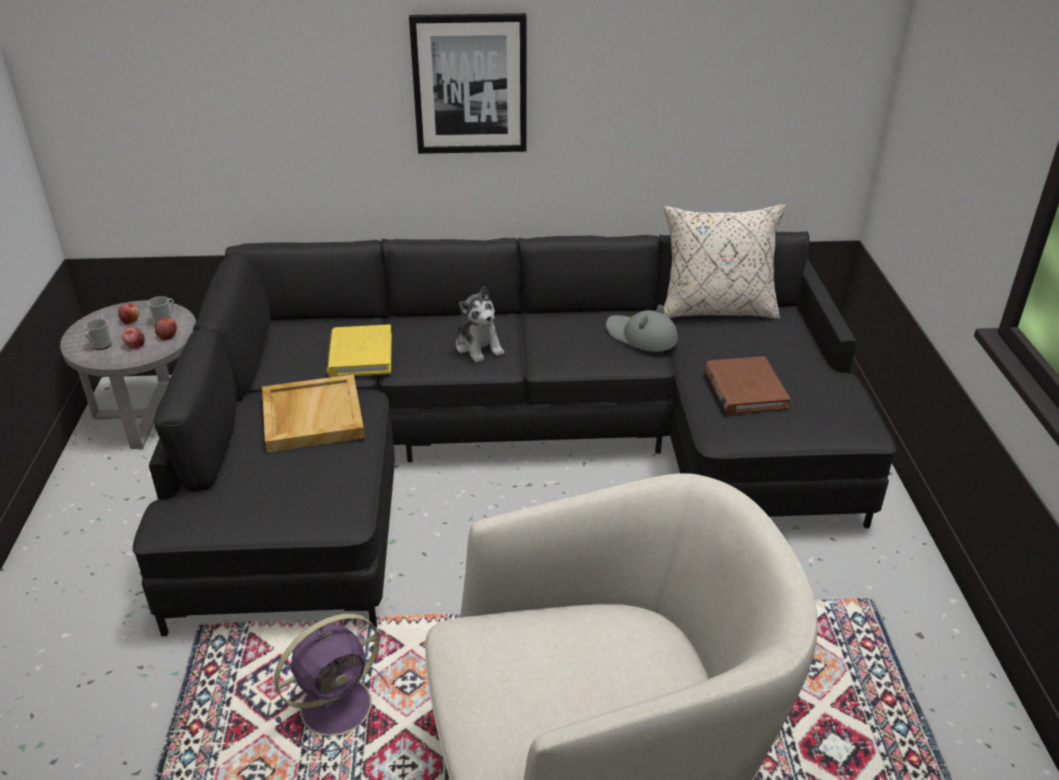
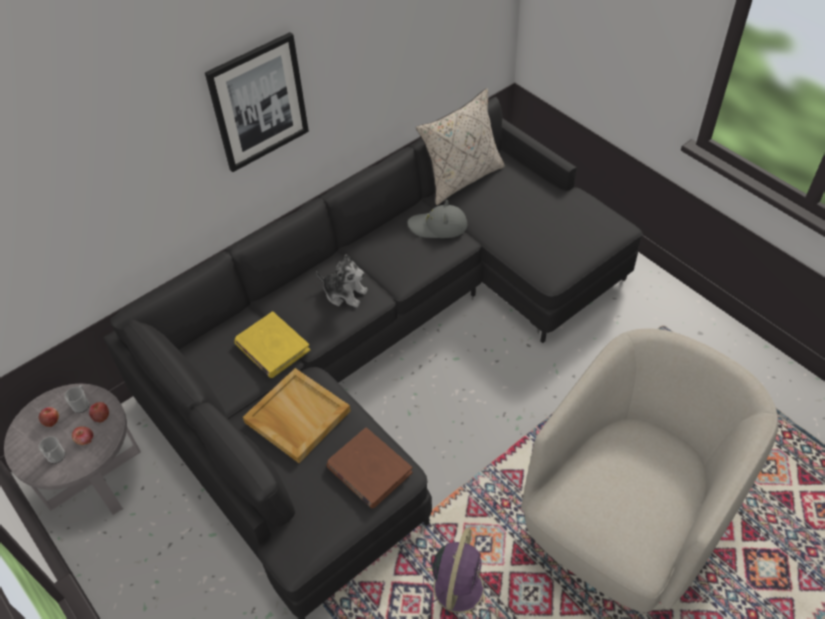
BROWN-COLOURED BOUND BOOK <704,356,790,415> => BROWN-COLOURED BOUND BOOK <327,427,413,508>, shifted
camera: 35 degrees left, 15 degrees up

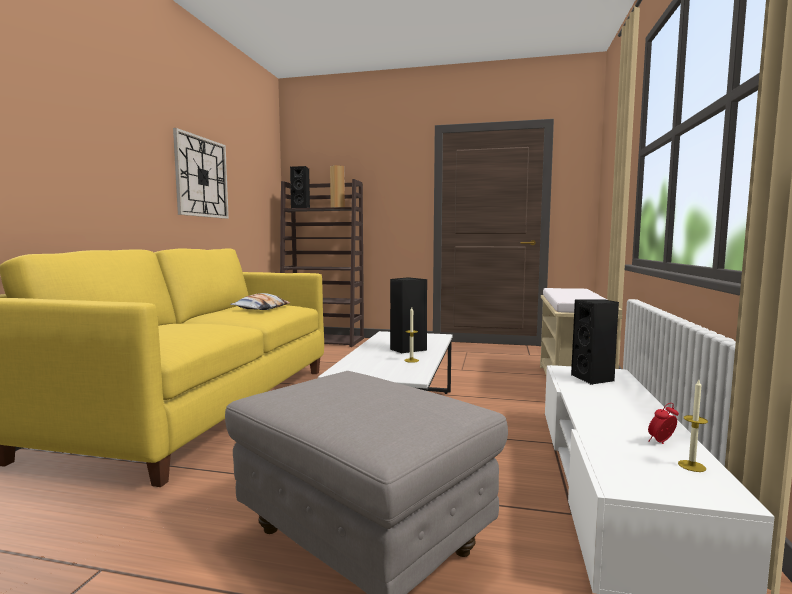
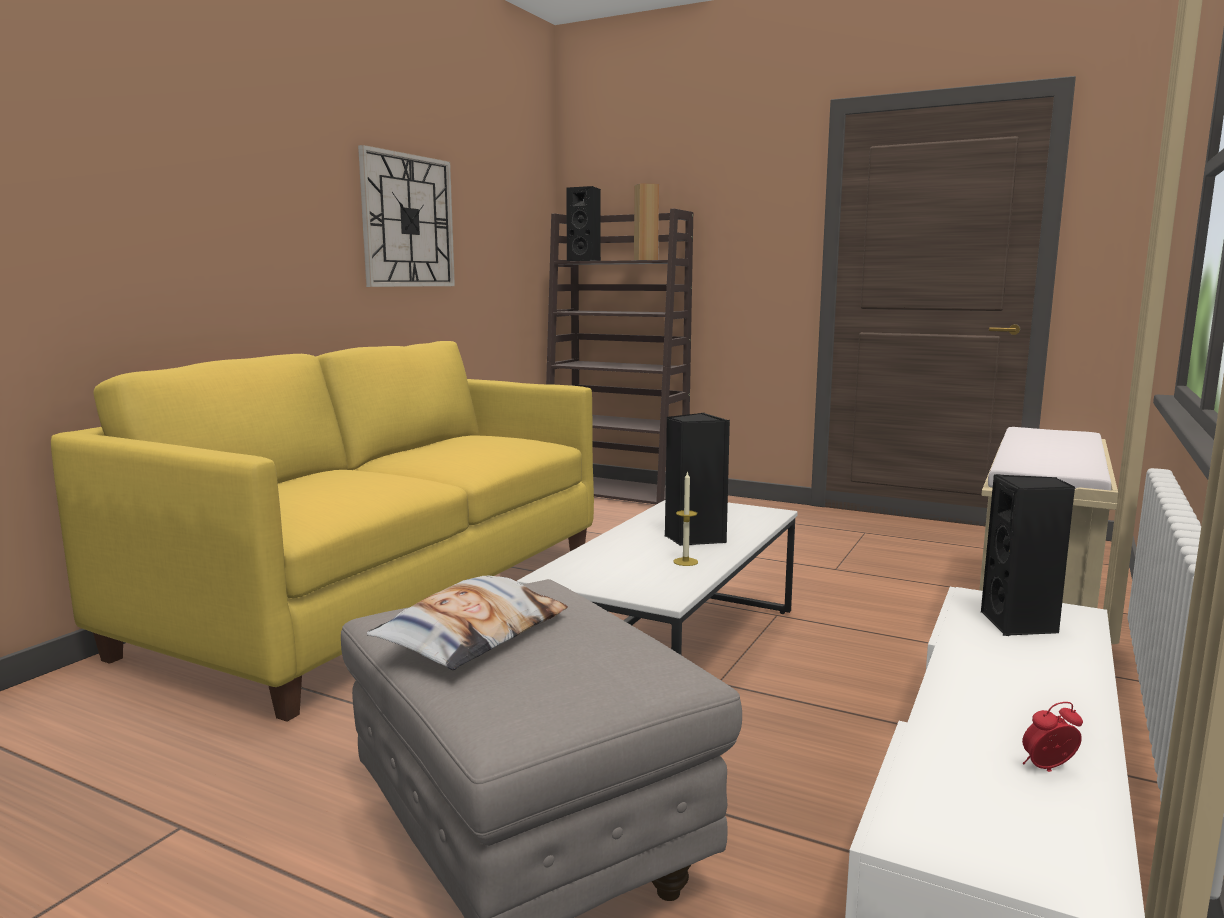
CUSHION <230,293,291,310> => CUSHION <366,575,568,670>, shifted
WAX LIGHT <678,380,708,472> => nothing
camera: 15 degrees right, 5 degrees up

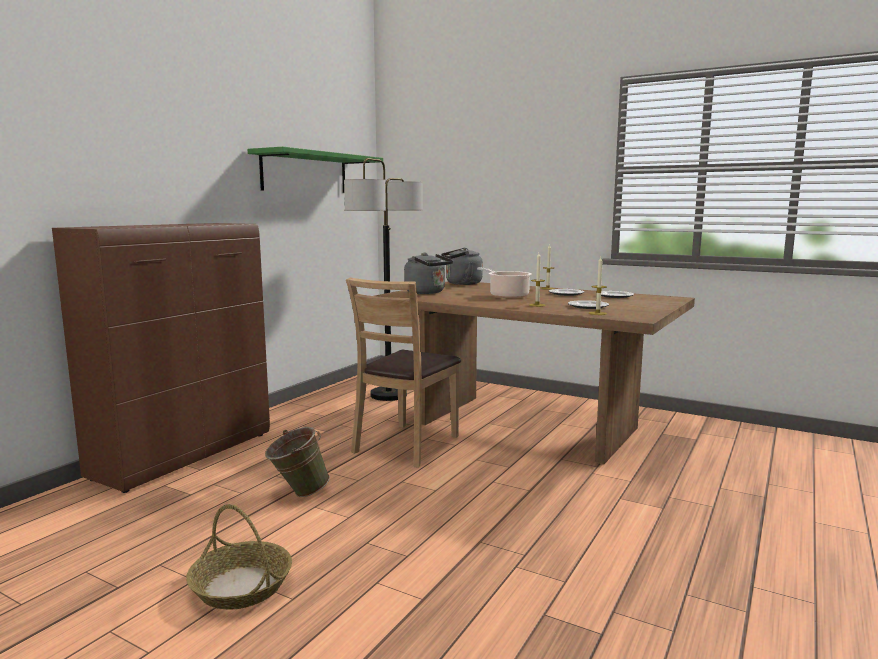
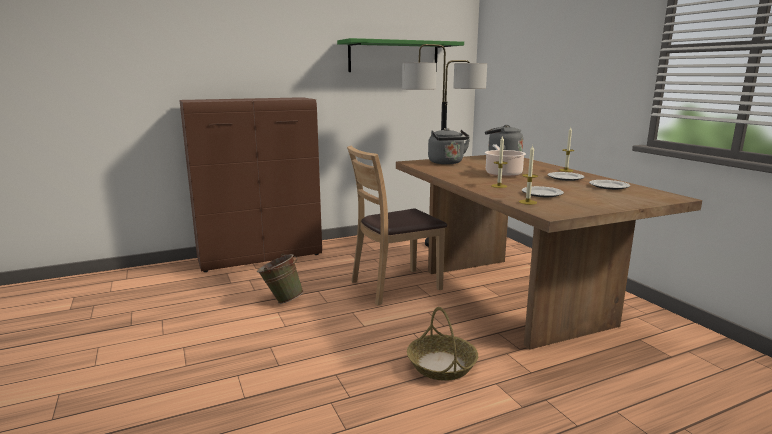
BASKET <186,504,292,610> => BASKET <407,307,478,381>, shifted
camera: 35 degrees right, 5 degrees up

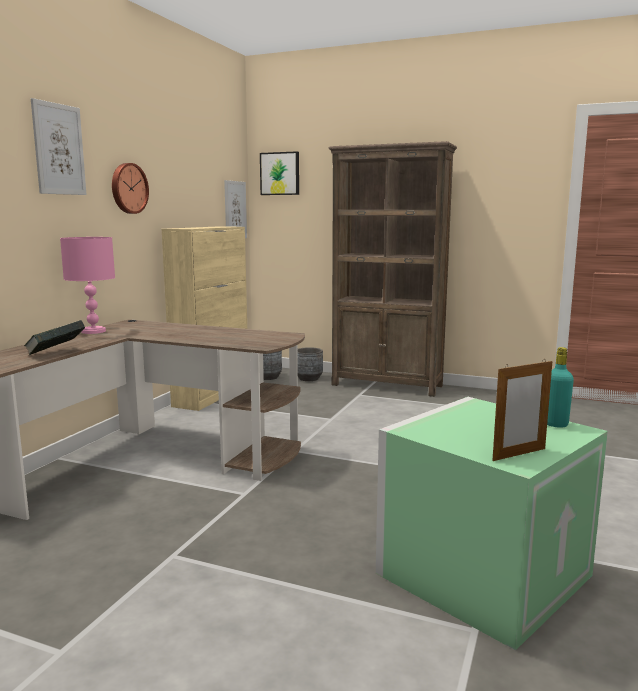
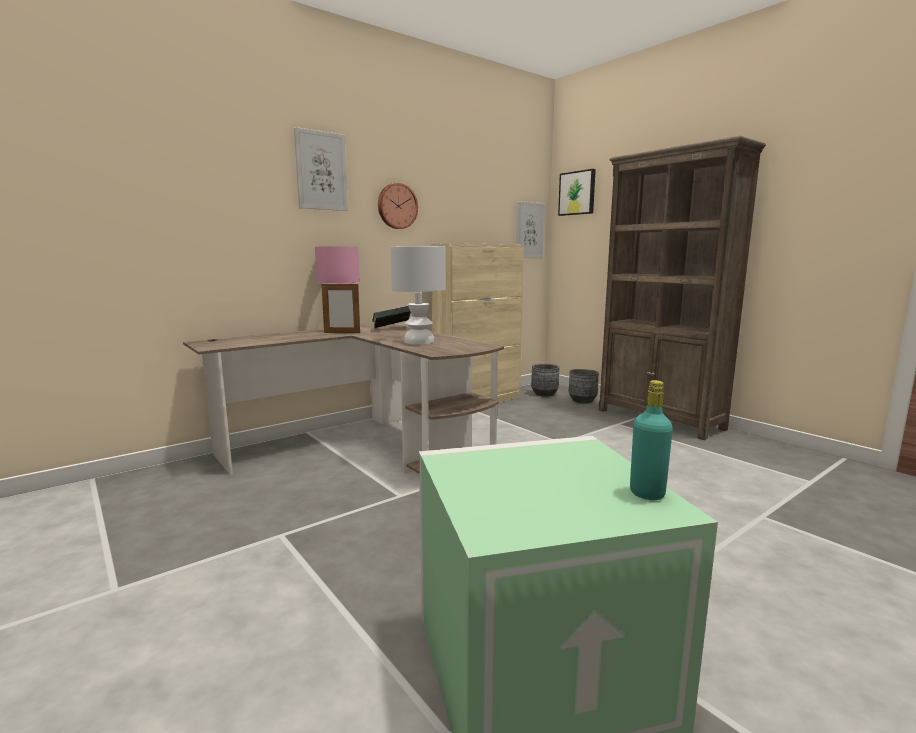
BOUND BOOK <24,320,85,355> => BOUND BOOK <372,306,411,329>, shifted
STANDING FRAME <492,359,552,461> => STANDING FRAME <321,282,360,333>, shifted
nothing => WHITE-COLOURED TABLE LAMP <391,246,446,344>
camera: 30 degrees right, 0 degrees up

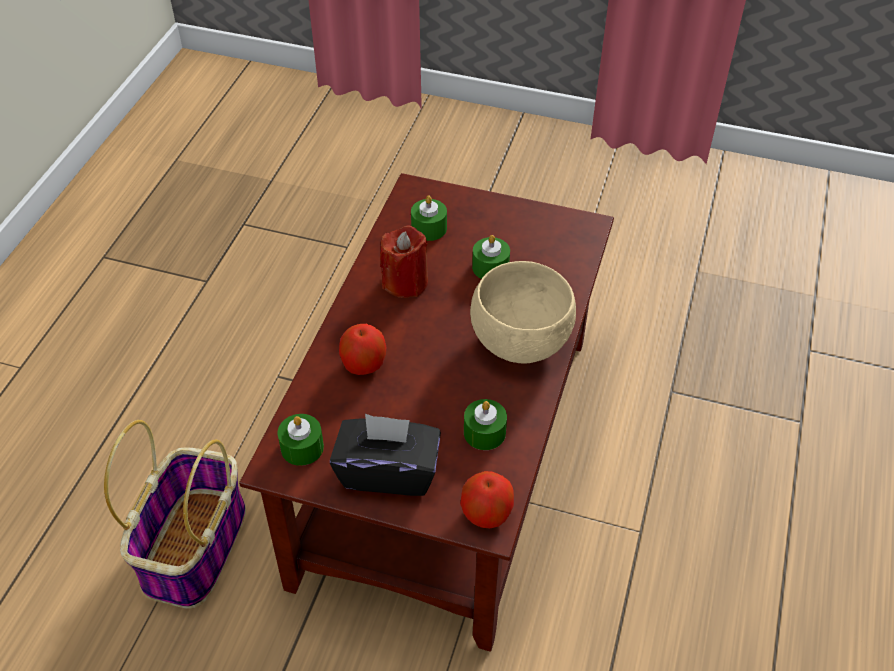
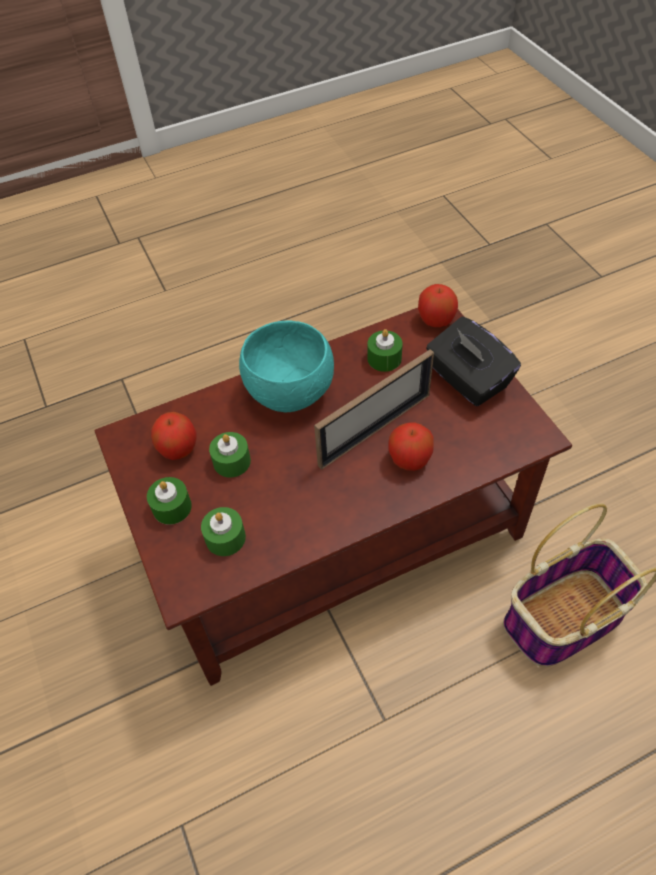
REDDISH WAX LIGHT <380,225,428,298> => nothing
BEIGE-COLOURED DEEP DISH <470,261,576,363> => BLUE-GREEN DEEP DISH <239,320,334,412>
GREENISH WAX LIGHT <278,414,324,466> => GREENISH WAX LIGHT <147,477,192,525>, shifted
nothing => STANDING FRAME <314,349,434,470>
nothing => APPLE <151,412,196,460>
camera: 130 degrees left, 5 degrees up

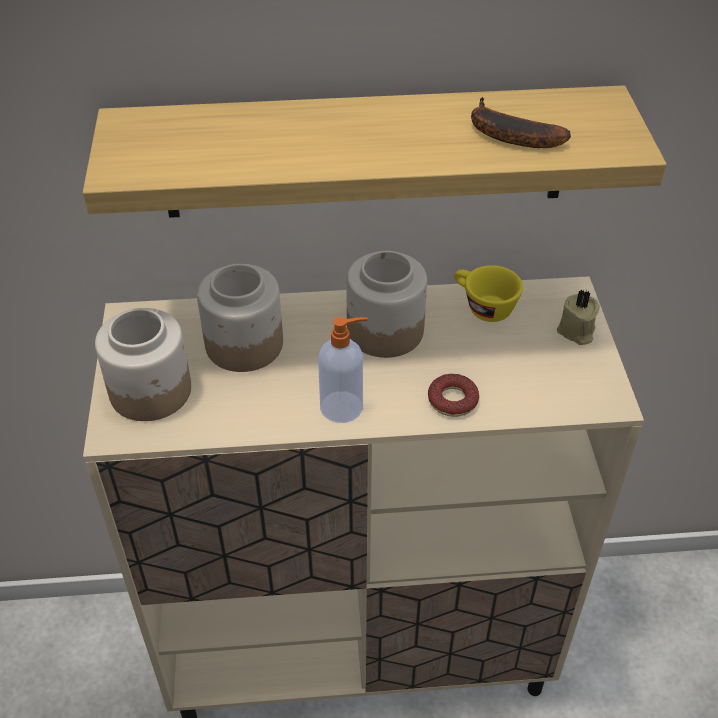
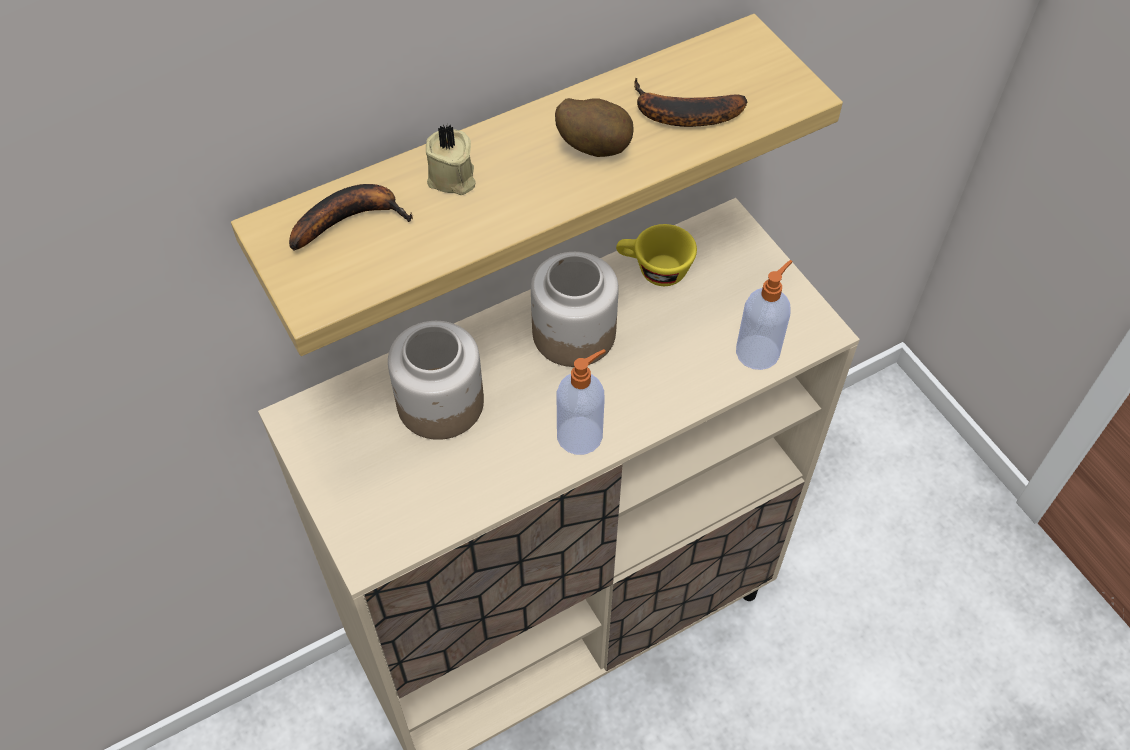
BEIGE-COLOURED WAX LIGHT <557,290,600,345> => BEIGE-COLOURED WAX LIGHT <426,125,476,195>, shifted
JAR <95,308,191,421> => nothing
RING DOUGHNUT <428,374,479,417> => nothing
nothing => WHOLE POTATO <555,98,634,157>
nothing => WHOLE BANANA <289,184,413,251>
nothing => SOAP DISPENSER <736,260,792,370>
camera: 25 degrees left, 10 degrees up

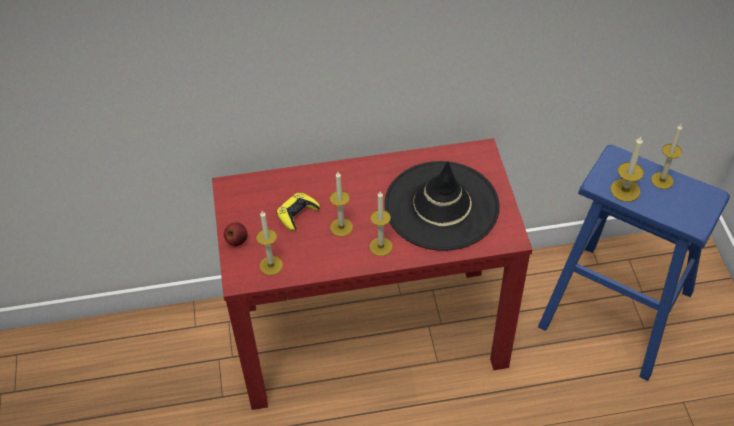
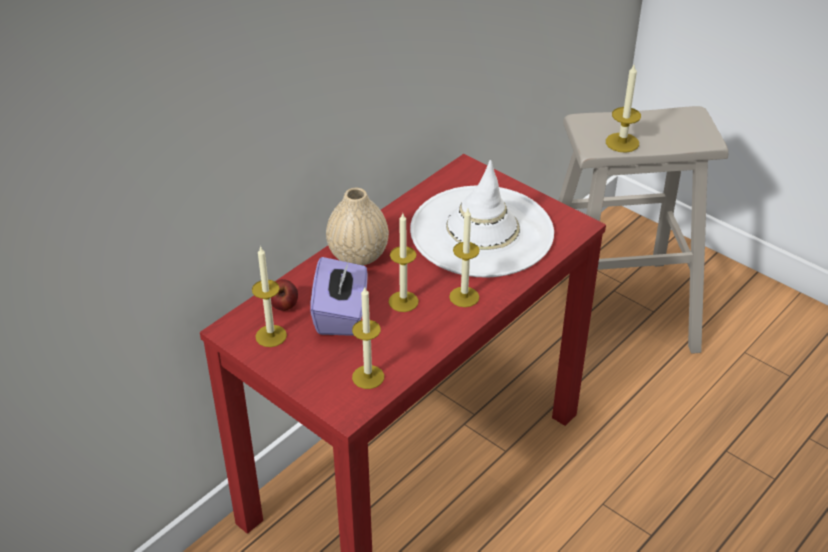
WAX LIGHT <651,124,682,189> => WAX LIGHT <252,246,287,347>, shifted
BLUE-COLOURED SITTING STOOL <538,145,730,381> => BEIGE-COLOURED SITTING STOOL <558,106,728,354>
BLACKISH WEARABLE HAT <384,161,500,251> => WHITE-COLOURED WEARABLE HAT <410,160,554,278>
YELLOW GAMEPAD <276,193,320,231> => PURPLE-COLOURED BOX OF TISSUES <311,257,368,336>
APPLE <224,223,248,246> => APPLE <271,279,298,311>, shifted
nothing => BEIGE-COLOURED DECORATIVE VASE <326,188,389,266>
camera: 40 degrees left, 10 degrees down

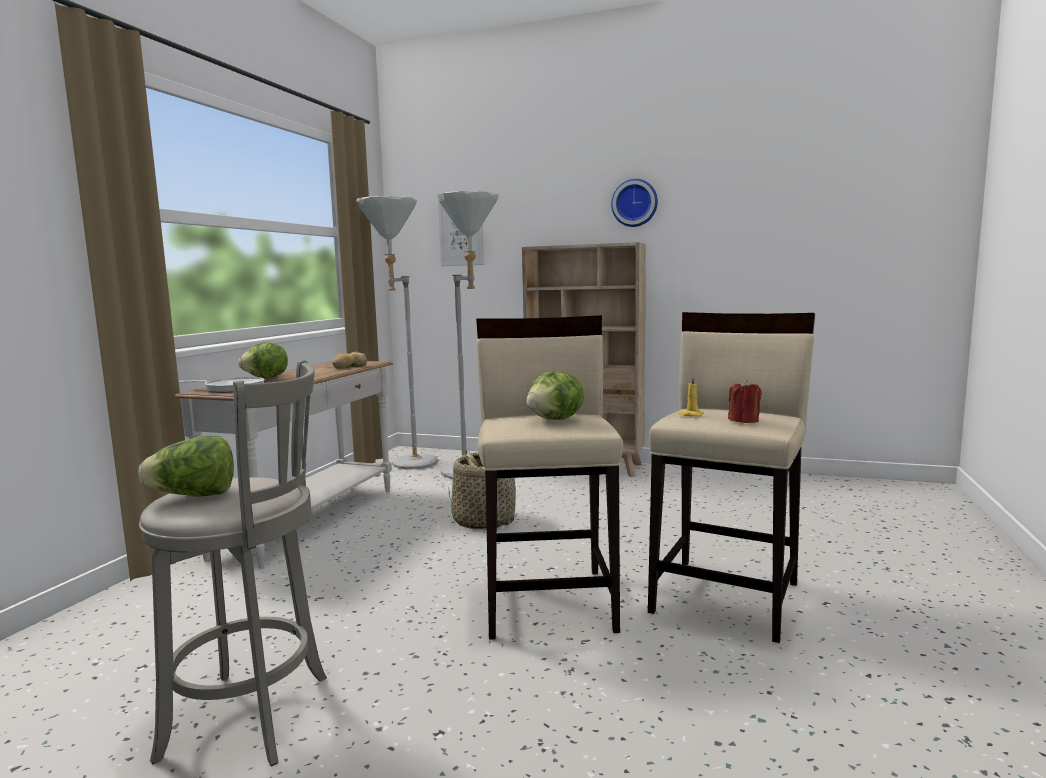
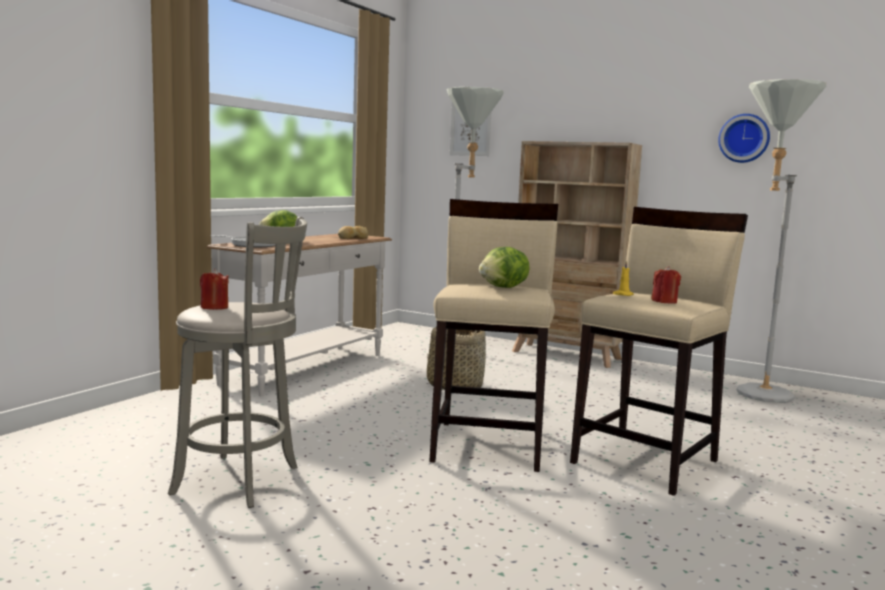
CLOCK ON THE WALL <611,179,658,227> => CLOCK ON THE WALL <718,114,770,163>, shifted
GREYISH STANDARD LAMP <357,196,438,470> => GREYISH STANDARD LAMP <736,79,826,403>, shifted
LETTUCE <139,435,234,497> => REDDISH WAX LIGHT <200,269,229,310>
camera: 10 degrees right, 0 degrees up

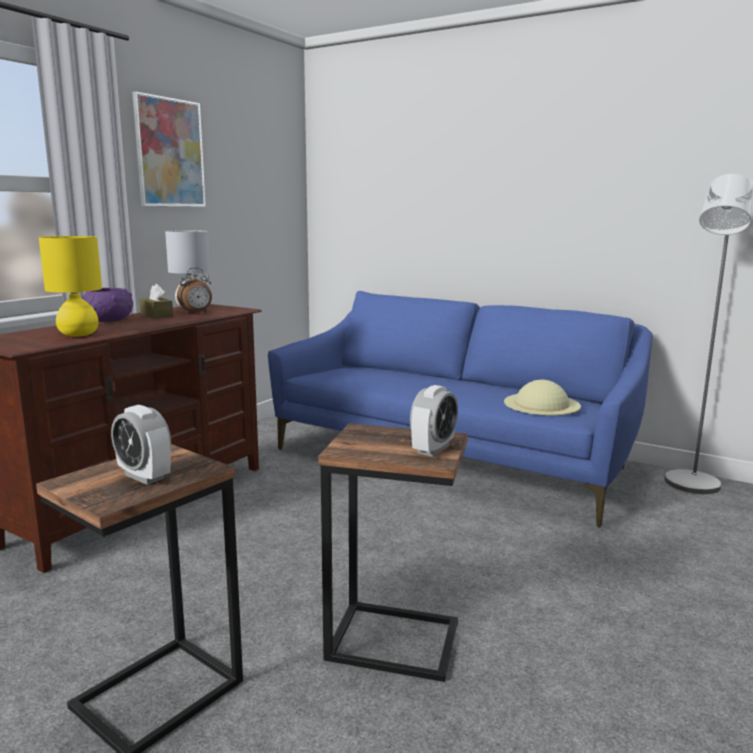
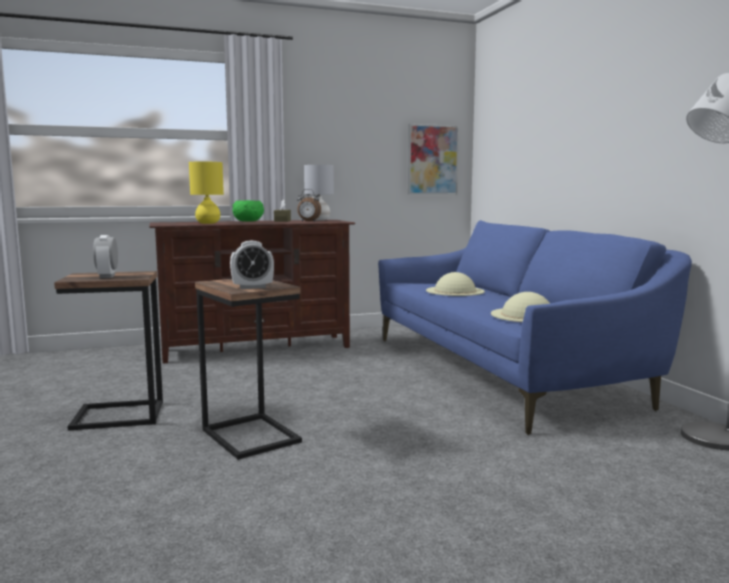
WALL PICTURE <132,91,206,207> => WALL PICTURE <408,124,459,195>, shifted
PURPLE-COLOURED DEEP DISH <82,288,133,322> => GREENISH DEEP DISH <233,200,264,221>
nothing => BEIGE-COLOURED WEARABLE HAT <426,272,485,296>
camera: 40 degrees right, 5 degrees down

